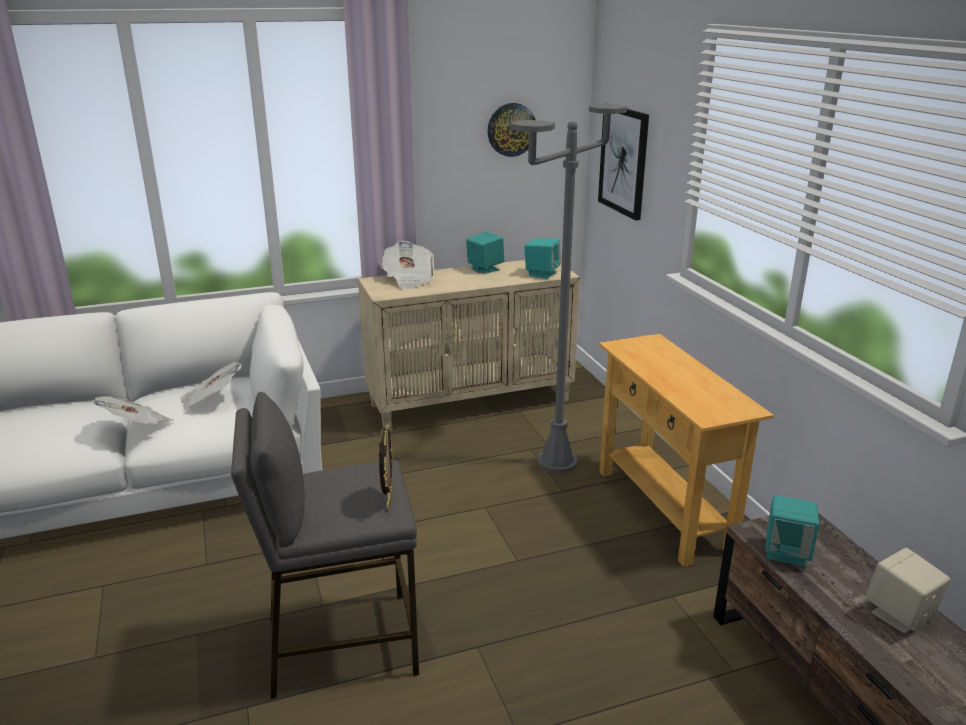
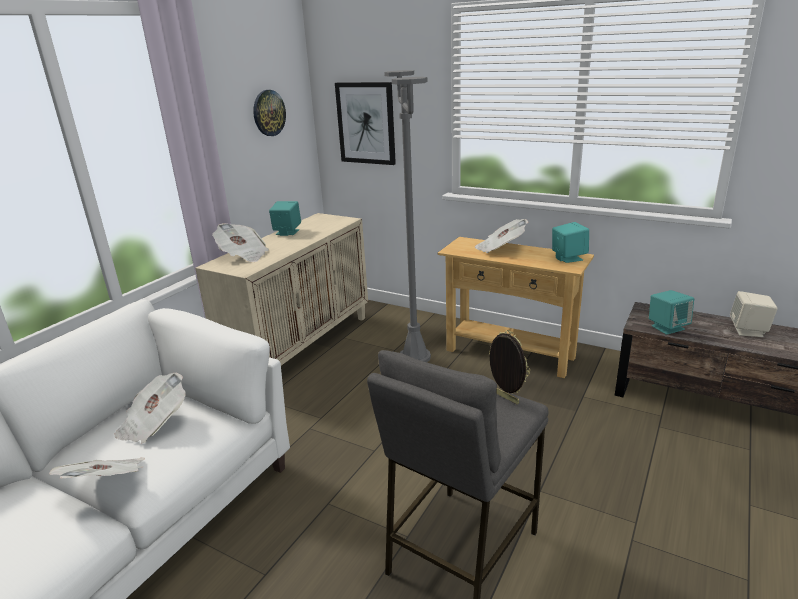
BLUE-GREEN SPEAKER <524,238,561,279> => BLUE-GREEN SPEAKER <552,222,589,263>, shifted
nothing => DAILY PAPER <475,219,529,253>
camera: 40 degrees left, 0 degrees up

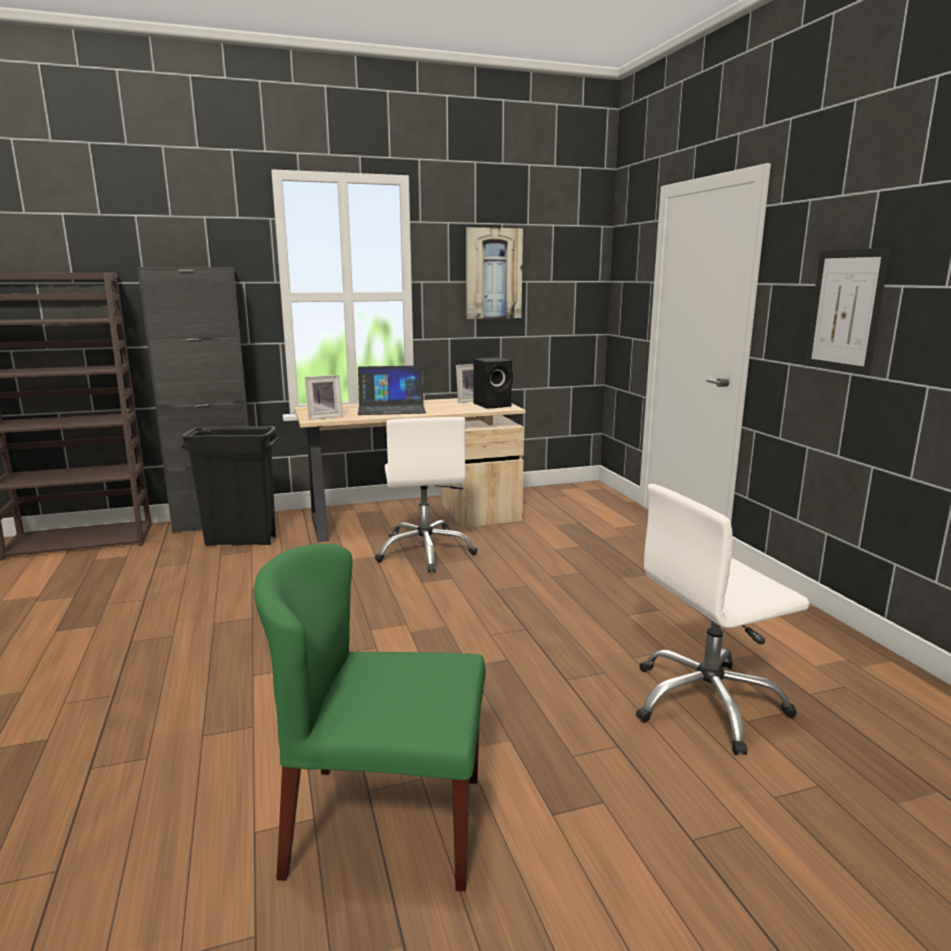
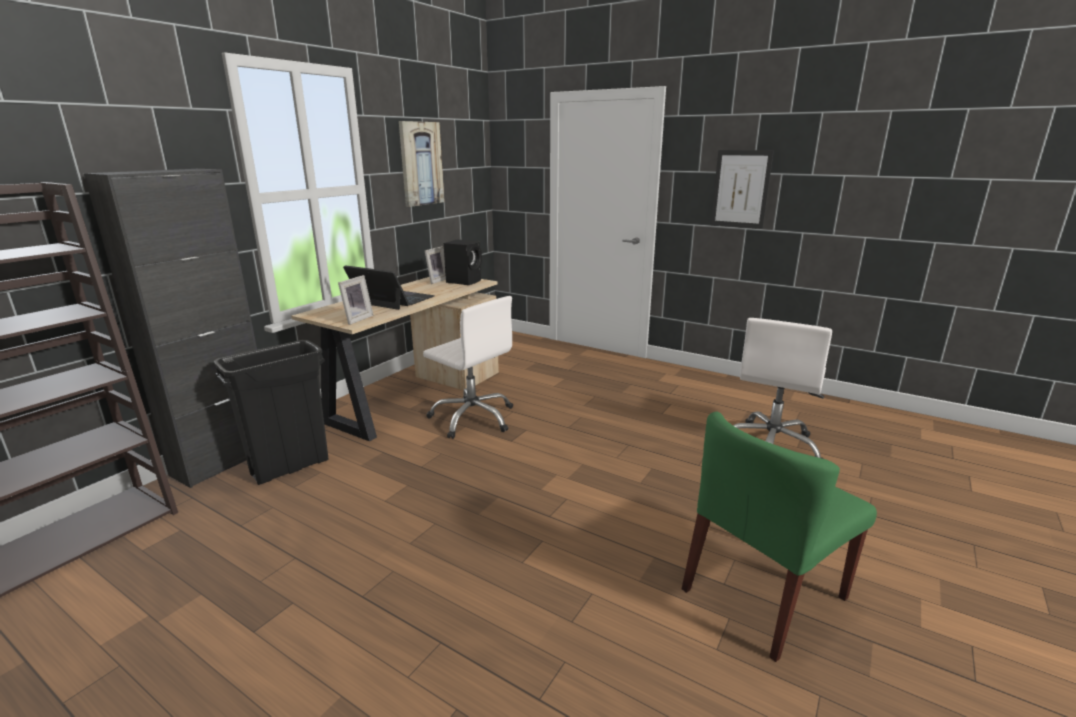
NOTEBOOK COMPUTER <358,365,426,415> => NOTEBOOK COMPUTER <343,265,435,310>, 105 degrees counterclockwise
camera: 40 degrees left, 5 degrees up

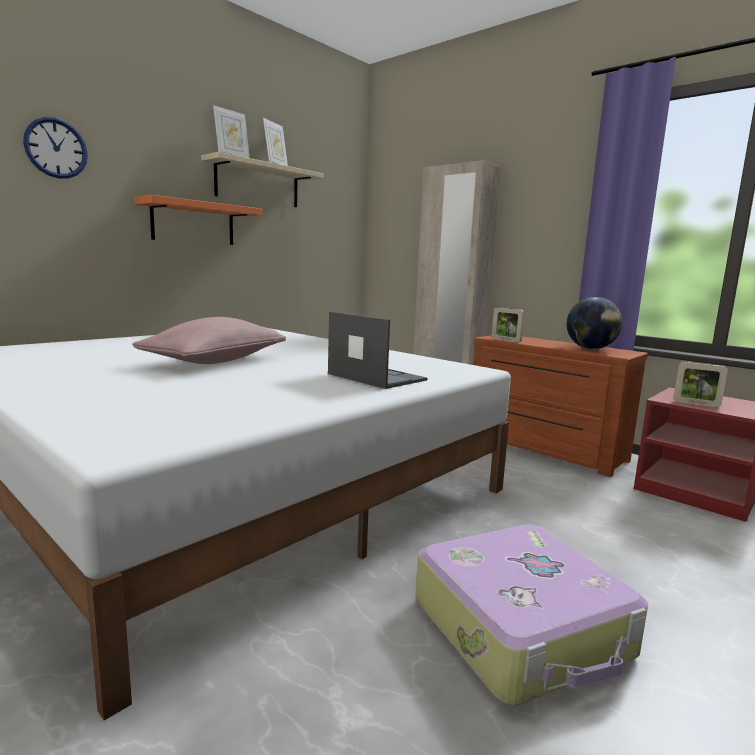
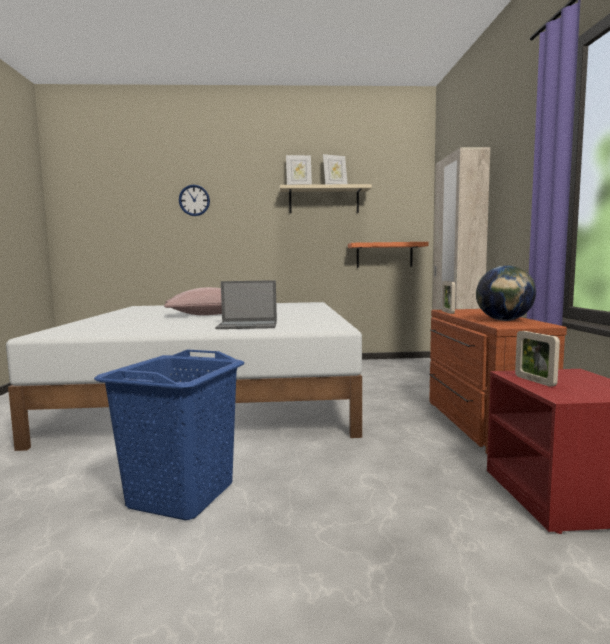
ORANGE-COLOURED SHELF <134,195,262,245> => ORANGE-COLOURED SHELF <348,242,428,268>, shifted
NOTEBOOK COMPUTER <328,312,427,389> => NOTEBOOK COMPUTER <215,280,277,329>, 90 degrees clockwise
PIECE OF LUGGAGE <415,524,648,706> => BLUE-COLOURED HAMPER <94,350,244,520>
camera: 45 degrees right, 5 degrees down

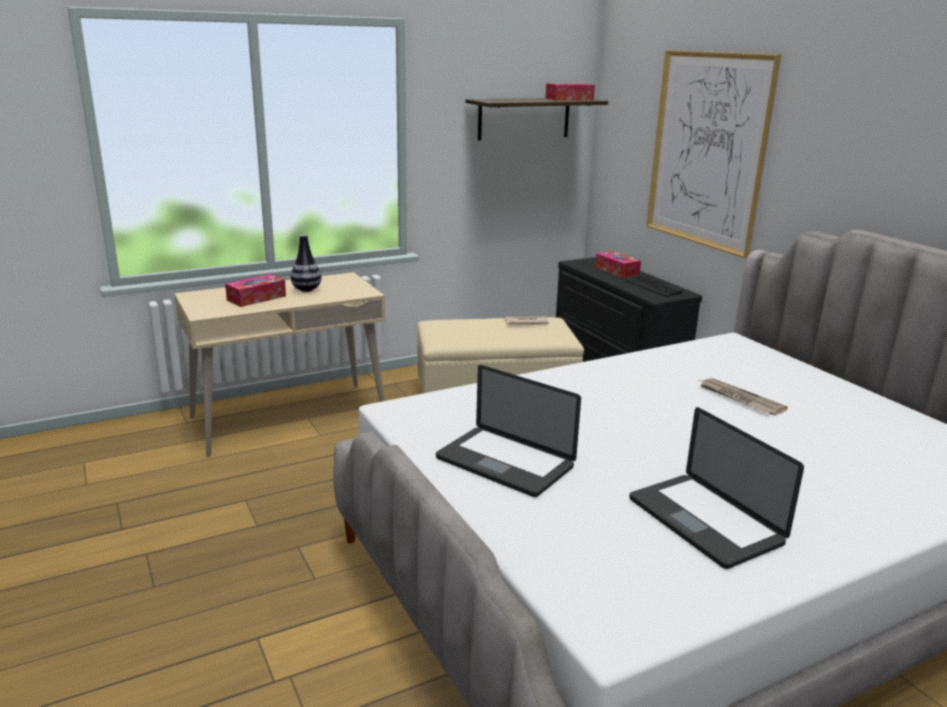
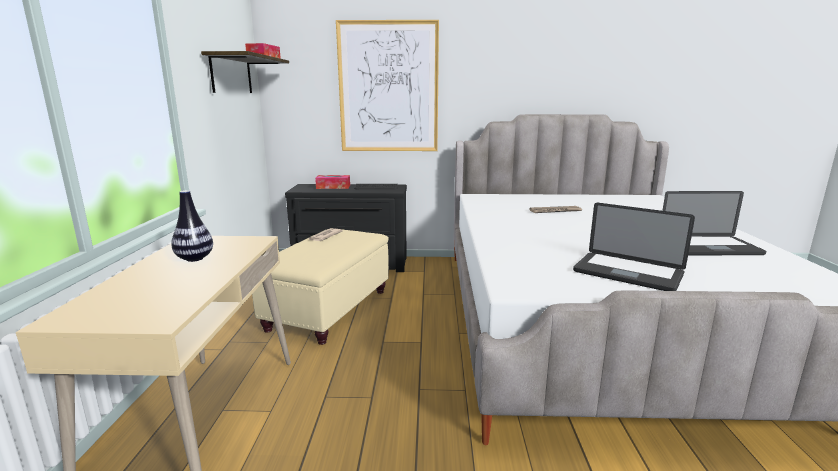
BOX OF TISSUES <225,274,286,307> => nothing
NOTEBOOK COMPUTER <436,365,581,497> => NOTEBOOK COMPUTER <573,203,695,291>, 60 degrees clockwise
camera: 60 degrees left, 5 degrees down

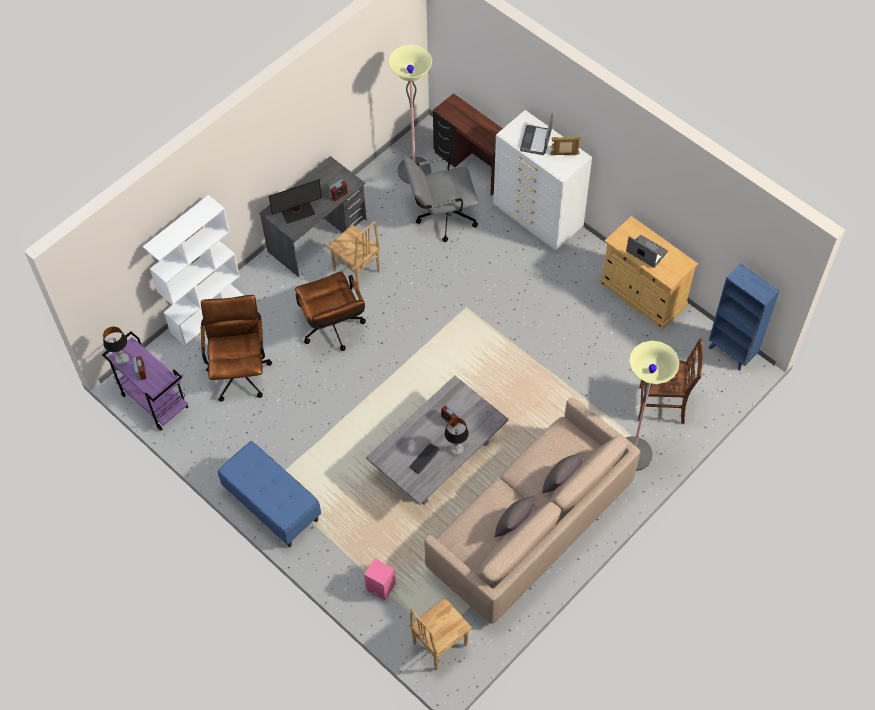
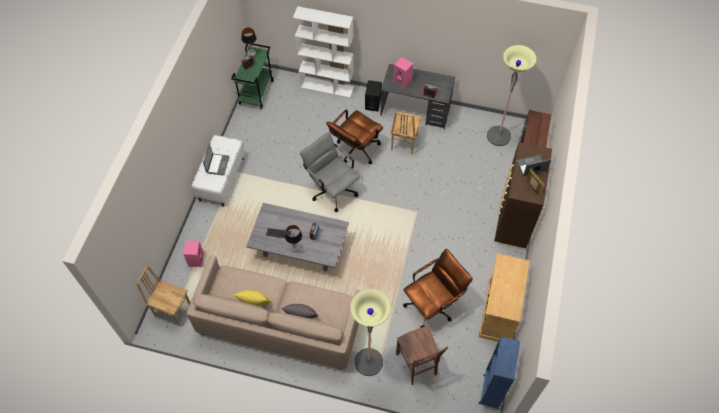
WHITE-COLOURED CHEST OF DRAWERS <493,110,592,250> => BROWN-COLOURED CHEST OF DRAWERS <494,142,552,248>
GREYISH DESK CHAIR <403,155,479,242> => GREYISH DESK CHAIR <300,132,360,212>, shifted
COMPUTER SCREEN <269,179,322,224> => PINK-COLOURED SPEAKER <393,57,413,88>
NOTEBOOK COMPUTER <626,235,668,268> => NOTEBOOK COMPUTER <203,144,230,175>, shifted
BROWN-COLOURED DESK CHAIR <201,295,272,402> => BROWN-COLOURED DESK CHAIR <403,249,473,328>, shifted
PURPLE-COLOURED WHEELED CART <102,331,188,431> => GREENISH WHEELED CART <231,43,274,109>
BLUE-COLOURED INDOOR BENCH <218,441,321,547> => WHITE-COLOURED INDOOR BENCH <191,135,245,207>
GREYISH CUSHION <495,495,537,537> => YELLOW CUSHION <234,290,272,306>
nothing => BLACKISH SPEAKER <365,80,382,112>
camera: 60 degrees right, 0 degrees up

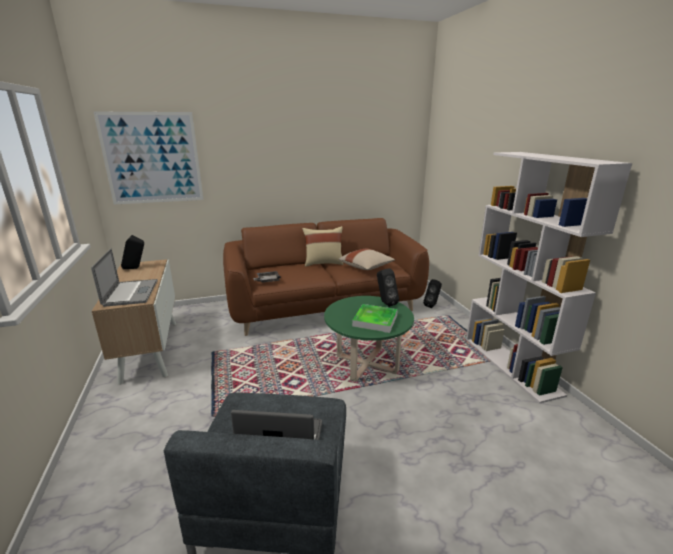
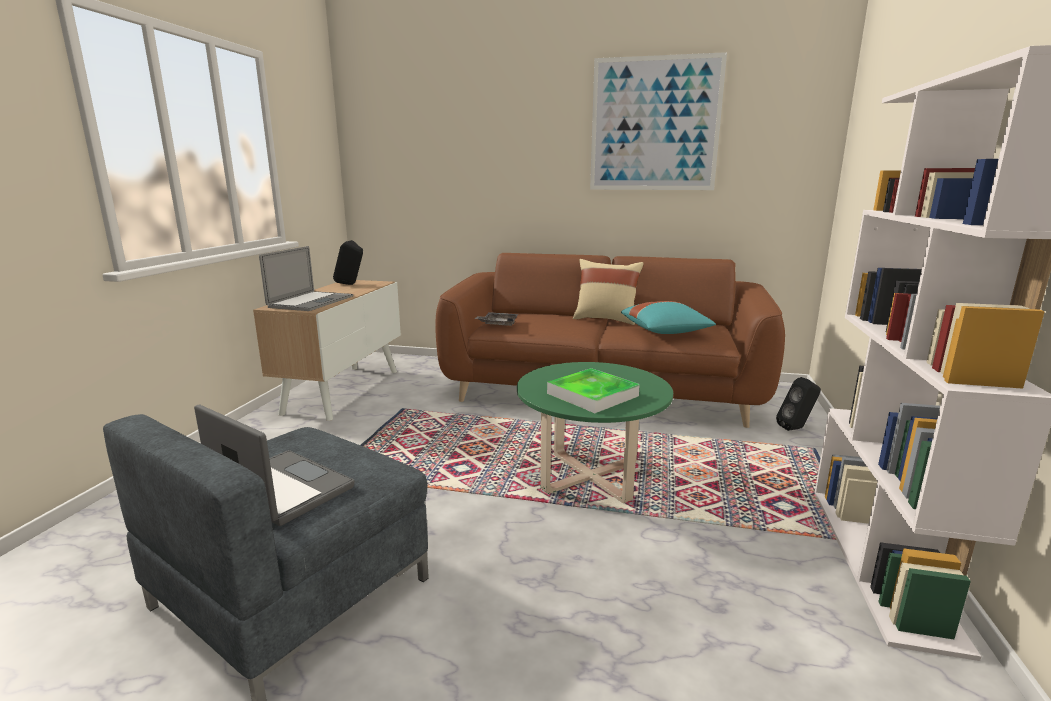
WALL PICTURE <94,112,204,204> => WALL PICTURE <590,52,727,190>, shifted
BEIGE-COLOURED CUSHION <338,249,395,270> => BLUE-GREEN CUSHION <621,301,716,334>
BLACKISH SPEAKER <377,268,399,307> => nothing
camera: 30 degrees right, 5 degrees down

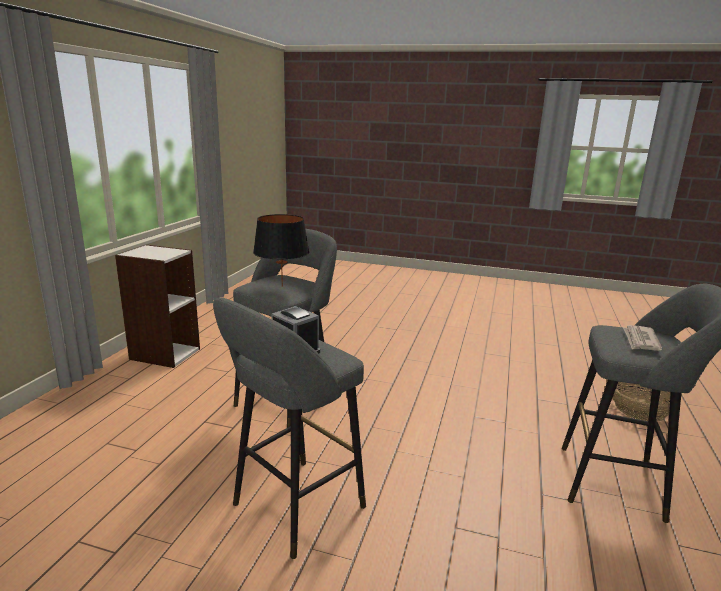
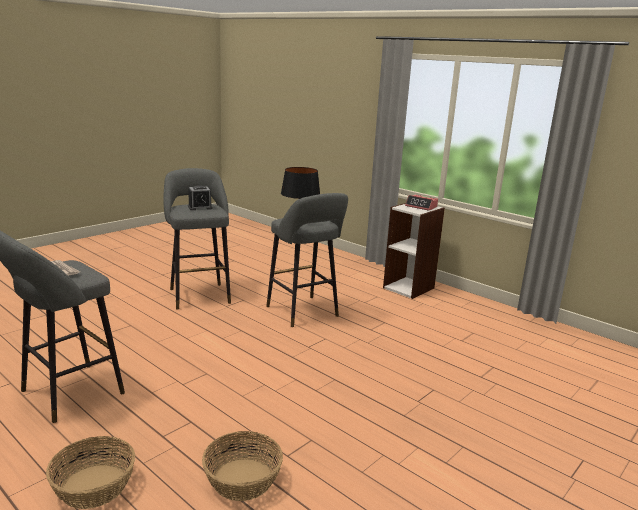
nothing => TABLE CLOCK <405,195,438,211>
nothing => BASKET <202,431,283,501>
camera: 115 degrees right, 0 degrees up

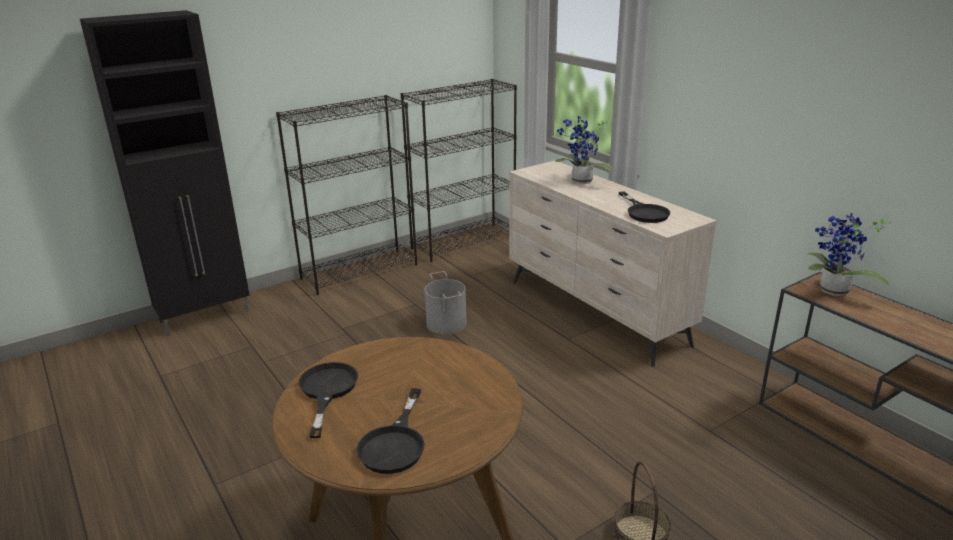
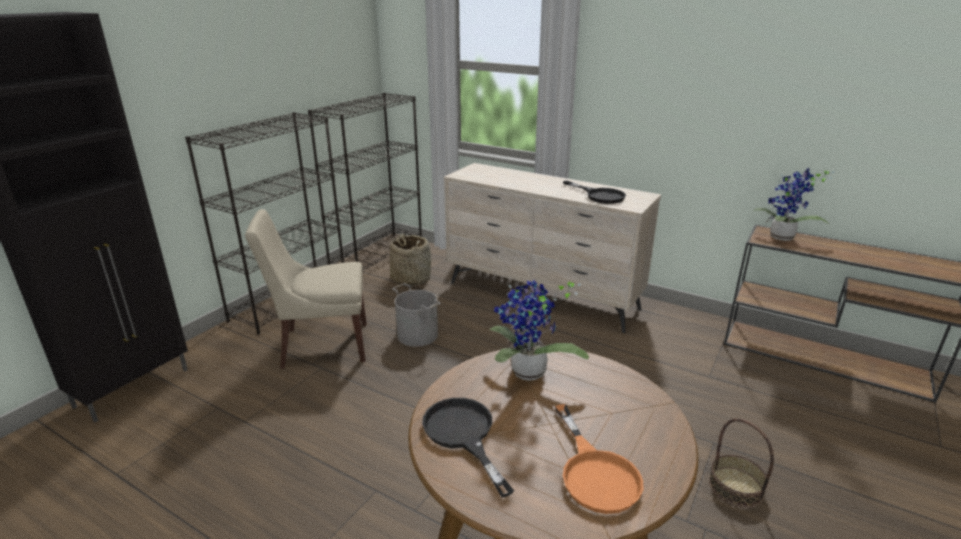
HOUSEPLANT <555,115,613,184> => HOUSEPLANT <489,280,589,381>, shifted
BLACKISH PAN <356,388,425,474> => ORANGE-COLOURED PAN <555,404,643,514>
nothing => BEIGE-COLOURED CHAIR <245,209,367,369>
nothing => BASKET <390,233,431,286>
camera: 25 degrees left, 0 degrees up

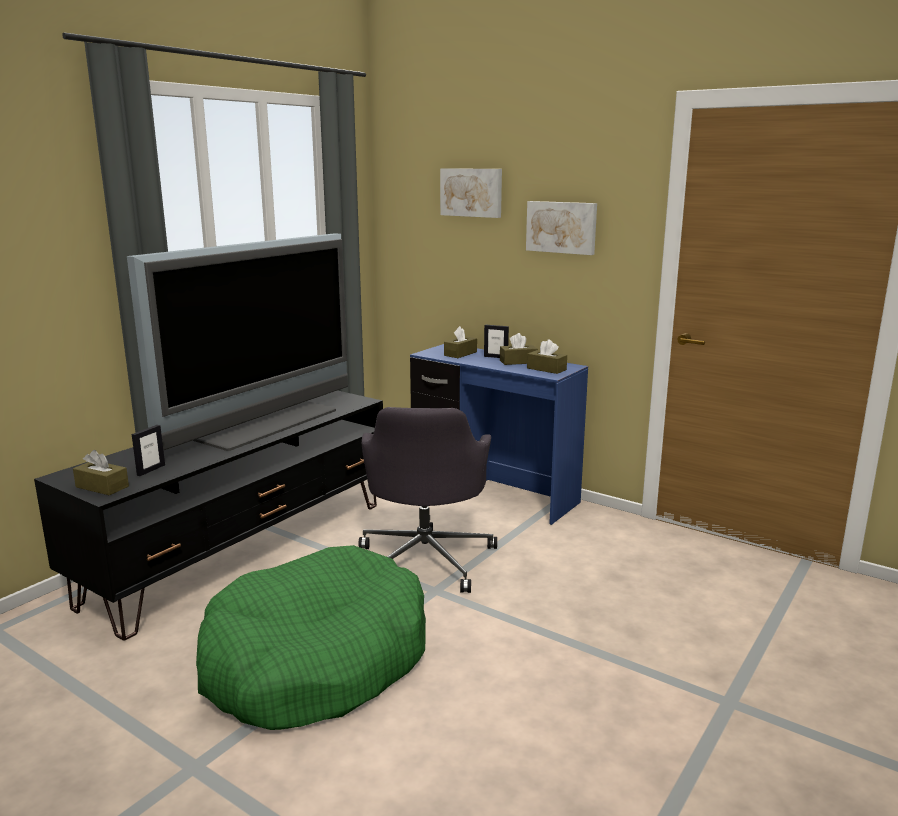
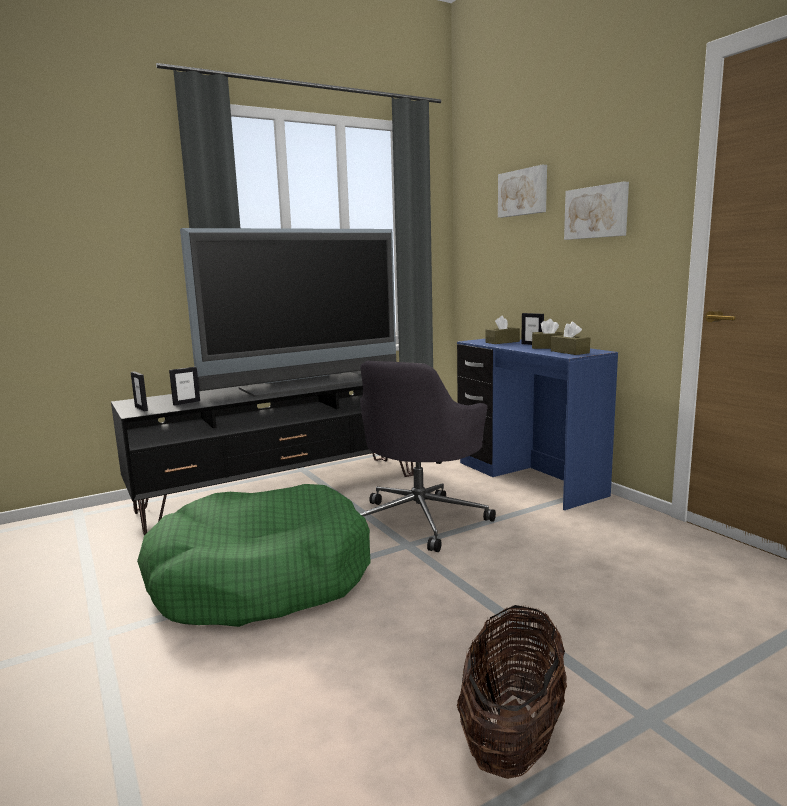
BROWN-COLOURED BOX OF TISSUES <73,450,129,495> => STANDING FRAME <131,371,148,411>
nothing => BASKET <457,605,567,779>
camera: 25 degrees right, 5 degrees down

